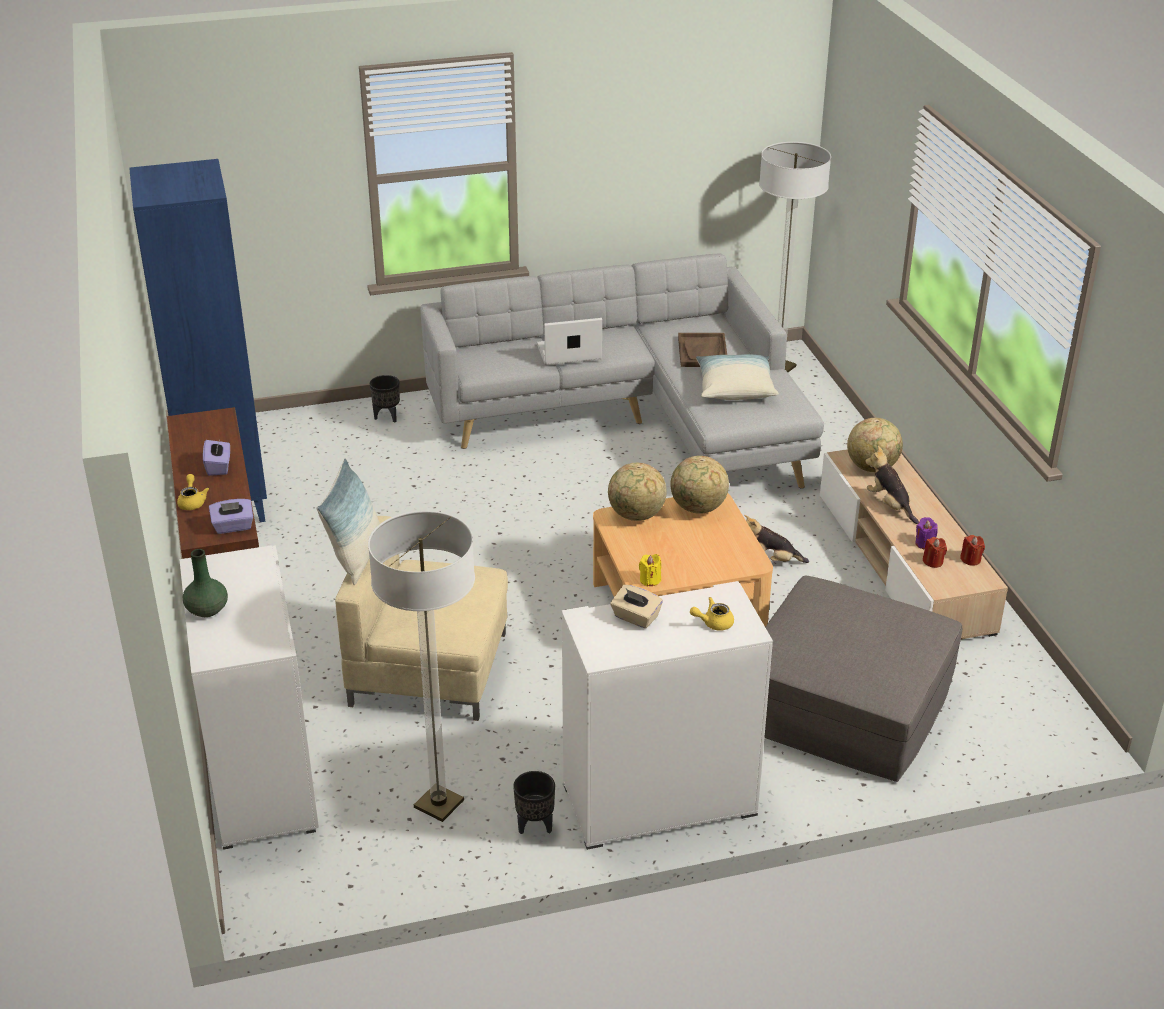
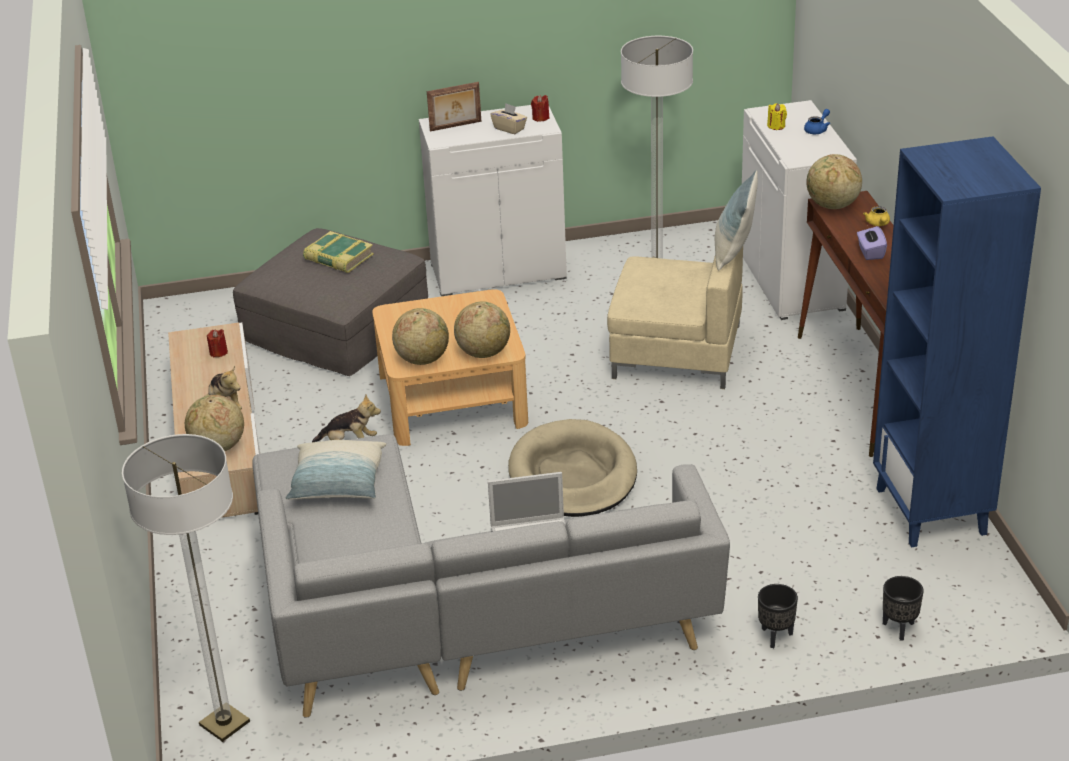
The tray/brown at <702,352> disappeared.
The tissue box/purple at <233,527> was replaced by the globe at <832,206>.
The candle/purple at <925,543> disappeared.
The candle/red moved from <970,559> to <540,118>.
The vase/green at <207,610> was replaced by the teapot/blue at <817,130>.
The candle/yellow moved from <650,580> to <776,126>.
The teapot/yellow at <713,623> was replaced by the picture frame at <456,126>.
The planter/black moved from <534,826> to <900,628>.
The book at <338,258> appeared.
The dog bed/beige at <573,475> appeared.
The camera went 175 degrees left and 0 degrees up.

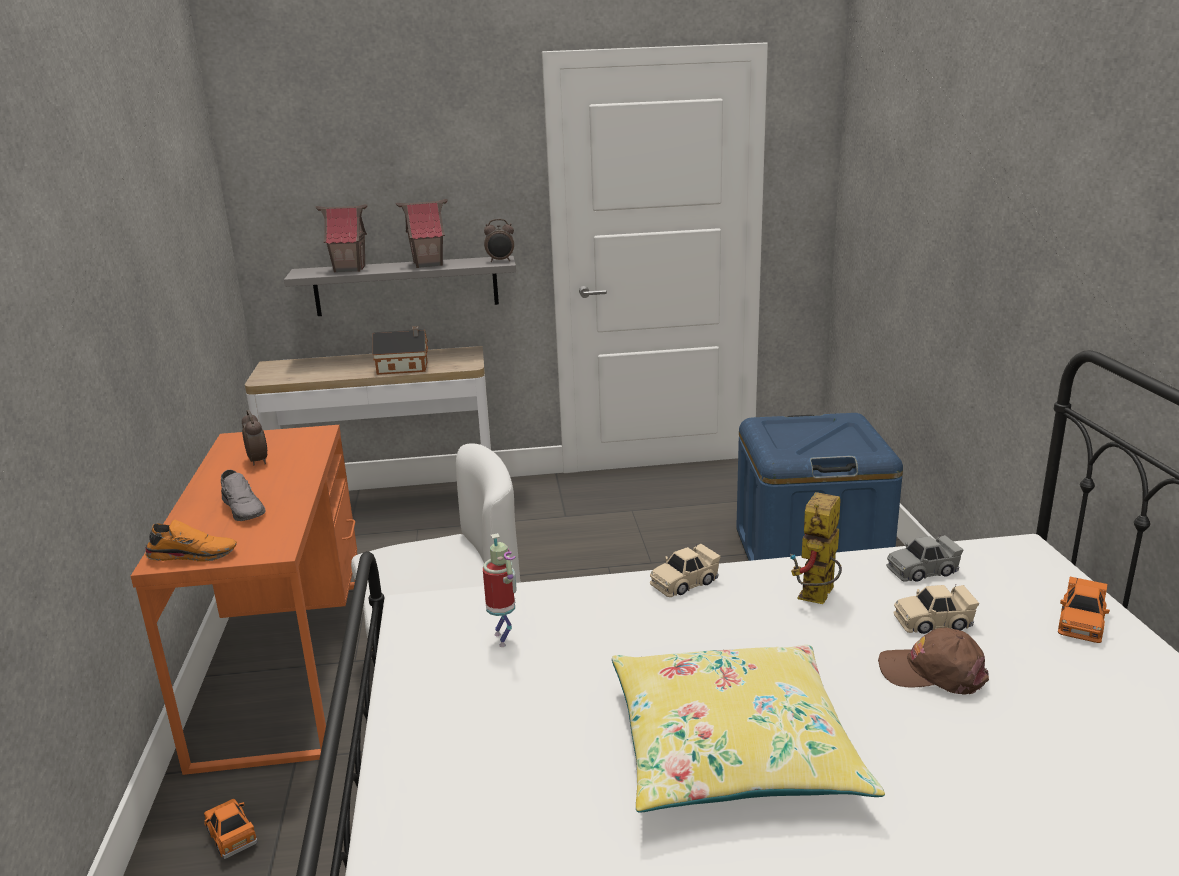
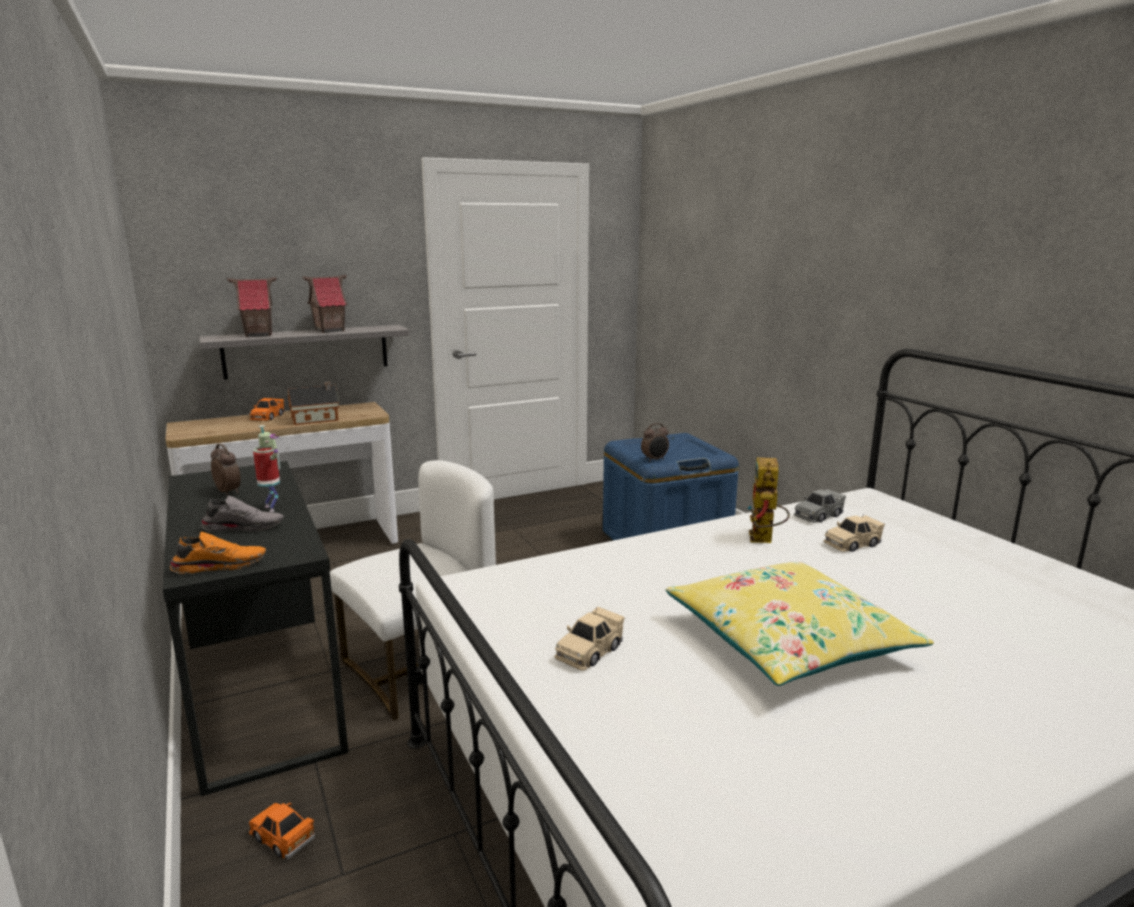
The alarm clock moved from <500,261> to <655,460>.
The desk/orange at <286,665> became the desk/black at <263,685>.
The shoe/grey at <244,509> turned 45 degrees counterclockwise.
The toy robot moved from <504,639> to <272,508>.
The toy car/beige moved from <684,582> to <589,651>.
The toy car/orange moved from <1081,623> to <268,417>.
The cap/brown at <932,672> disappeared.
The camera went 20 degrees left and 5 degrees down.

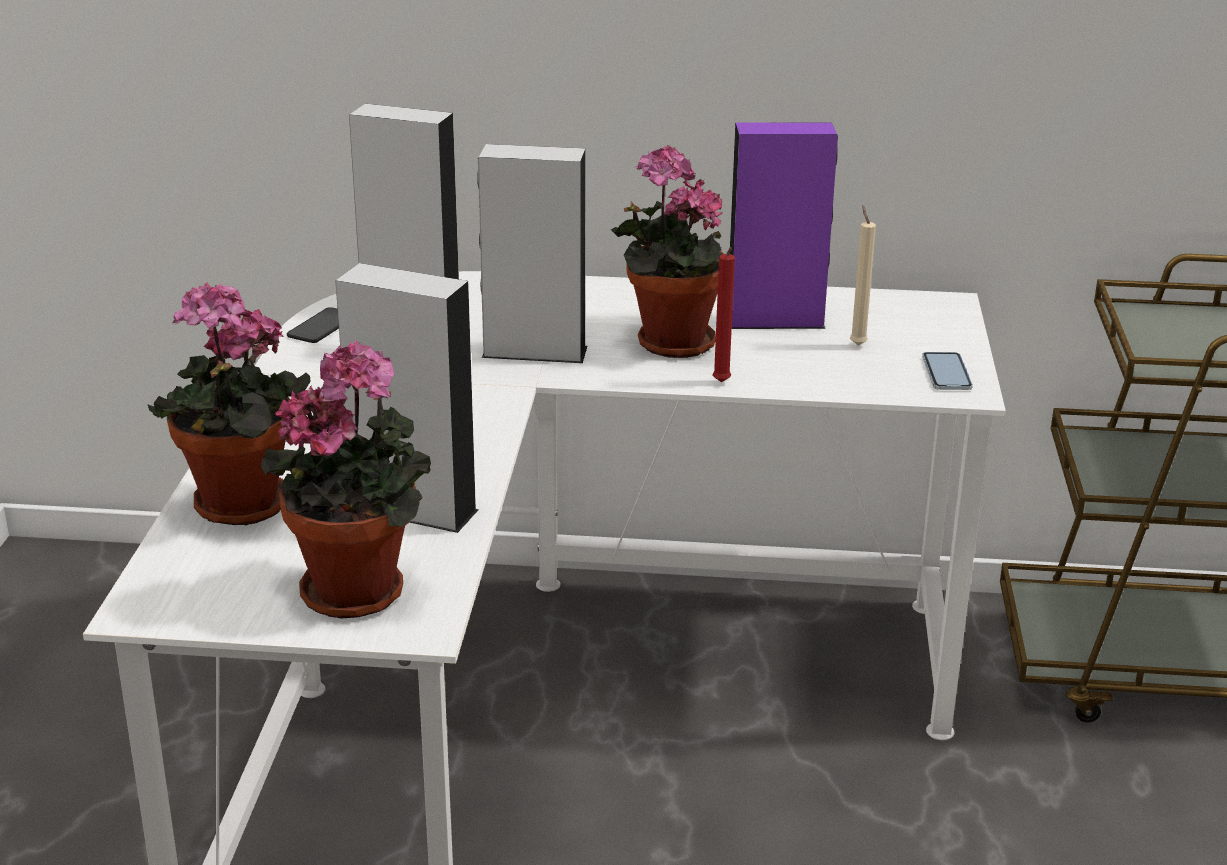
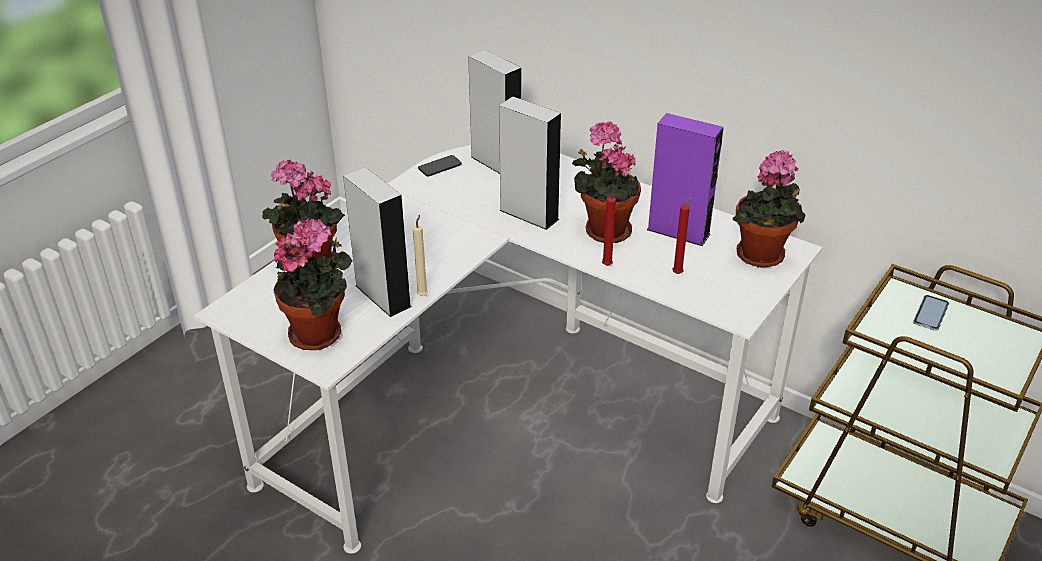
The candle/beige moved from <857,344> to <423,294>.
The phone moved from <946,373> to <930,314>.
The potted plant at <762,258> appeared.
The candle/red at <679,273> appeared.
The camera went 30 degrees right and 10 degrees up.

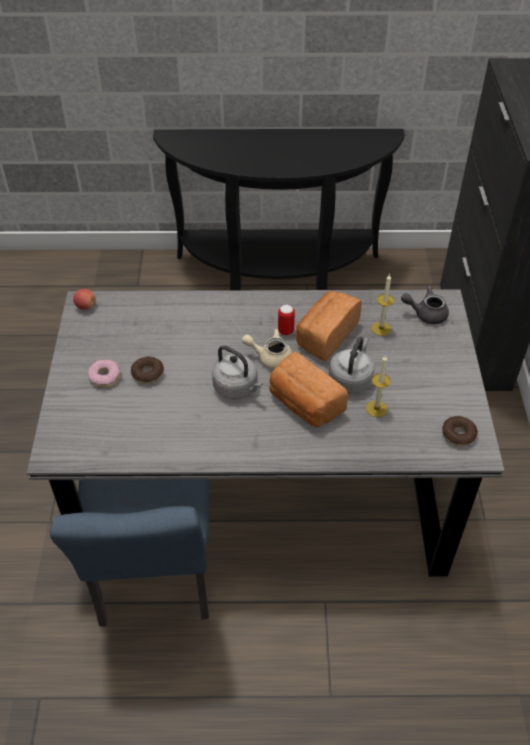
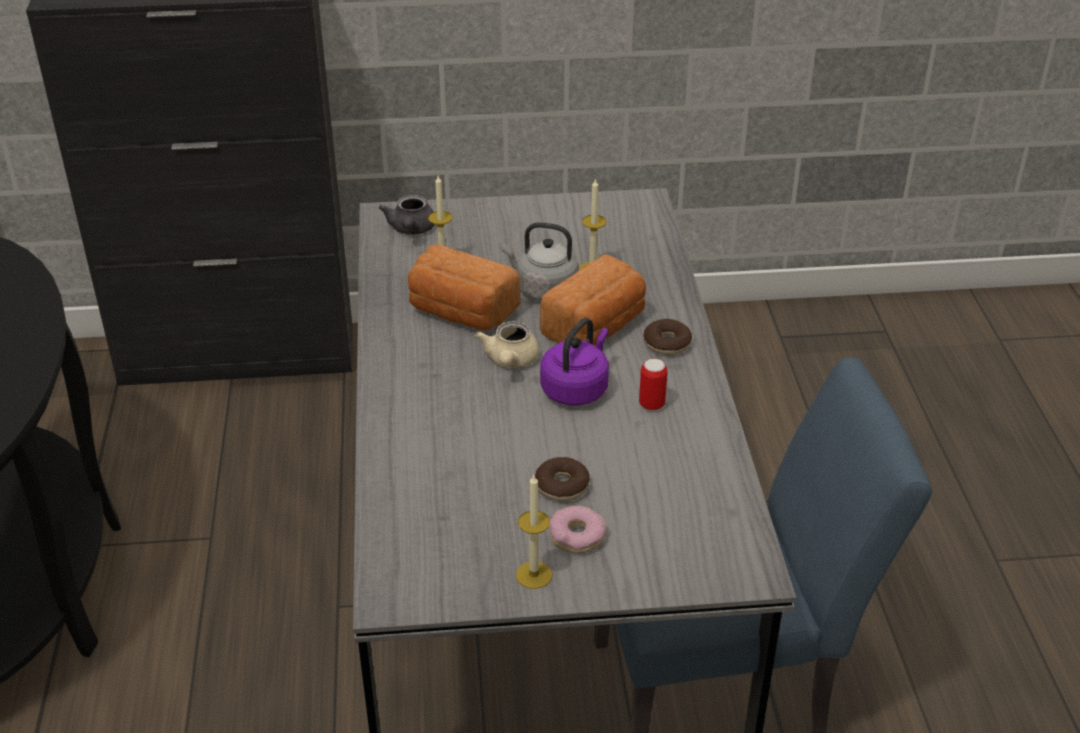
The apple at <85,306> disappeared.
The can moved from <286,331> to <651,404>.
The kettle/grey at <237,388> became the kettle/purple at <576,389>.
The donut moved from <458,435> to <667,343>.
The candle at <534,575> appeared.
The camera went 95 degrees left and 10 degrees down.

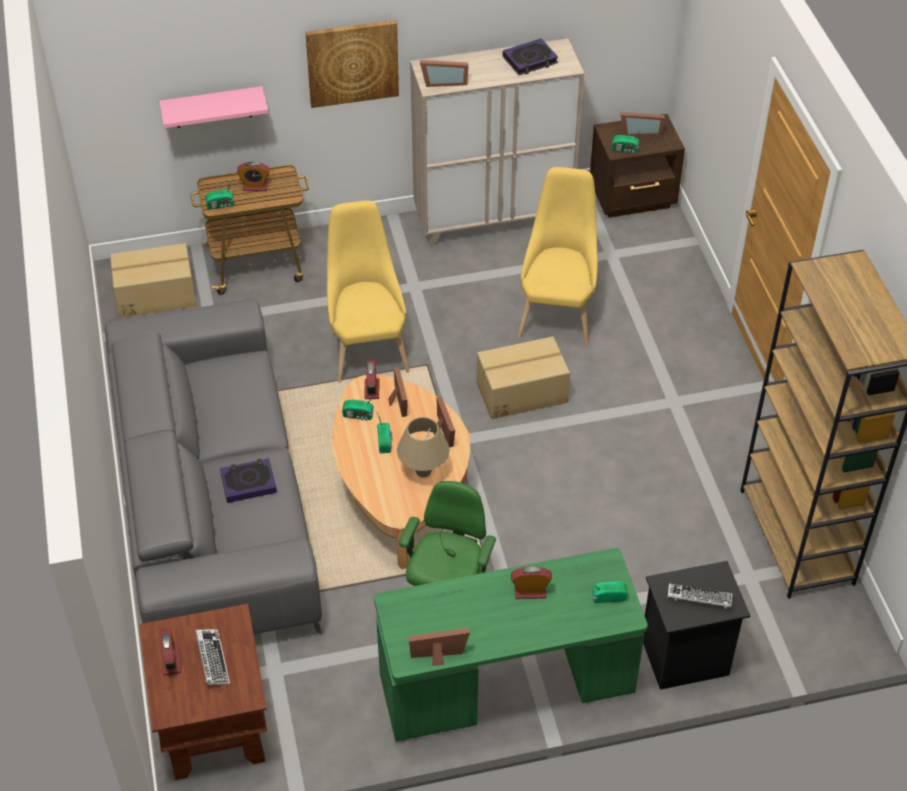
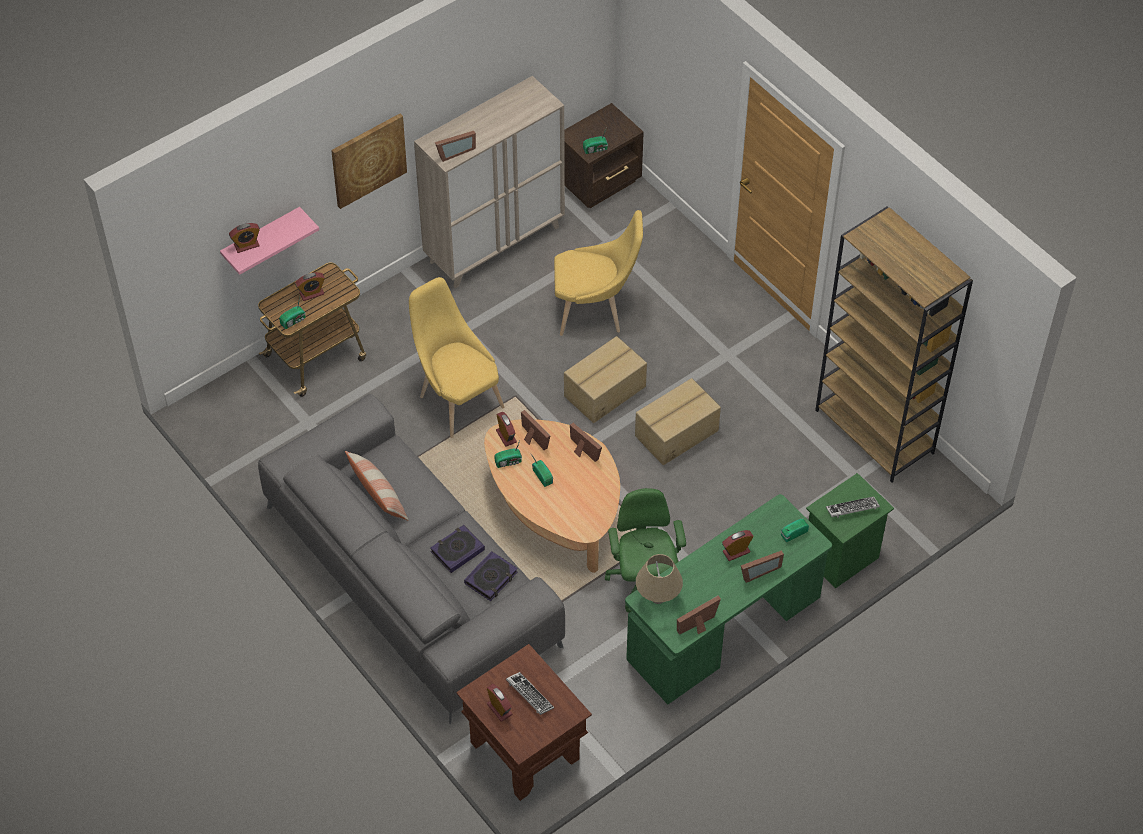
The book moved from <530,60> to <491,578>.
The picture frame moved from <639,132> to <758,570>.
The chair/yellow at <557,313> turned 105 degrees clockwise.
The cardboard box moved from <155,294> to <675,433>.
The table lamp/beige moved from <423,471> to <658,598>.
The nightstand/black at <685,659> became the nightstand/green at <842,558>.
The alarm clock at <246,245> appeared.
The pillow at <378,495> appeared.
The camera went 25 degrees left and 5 degrees up.

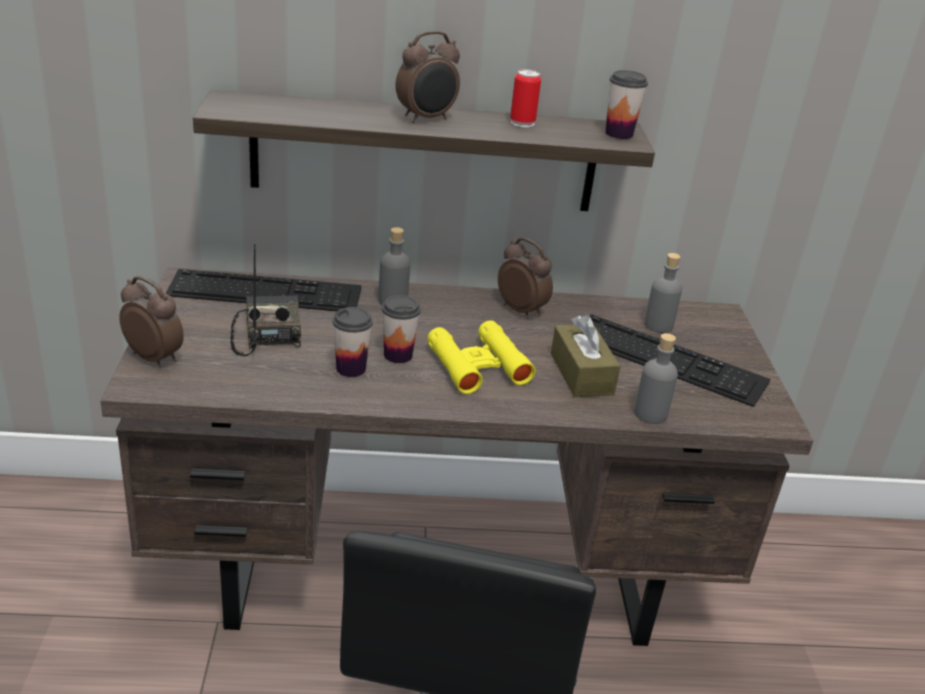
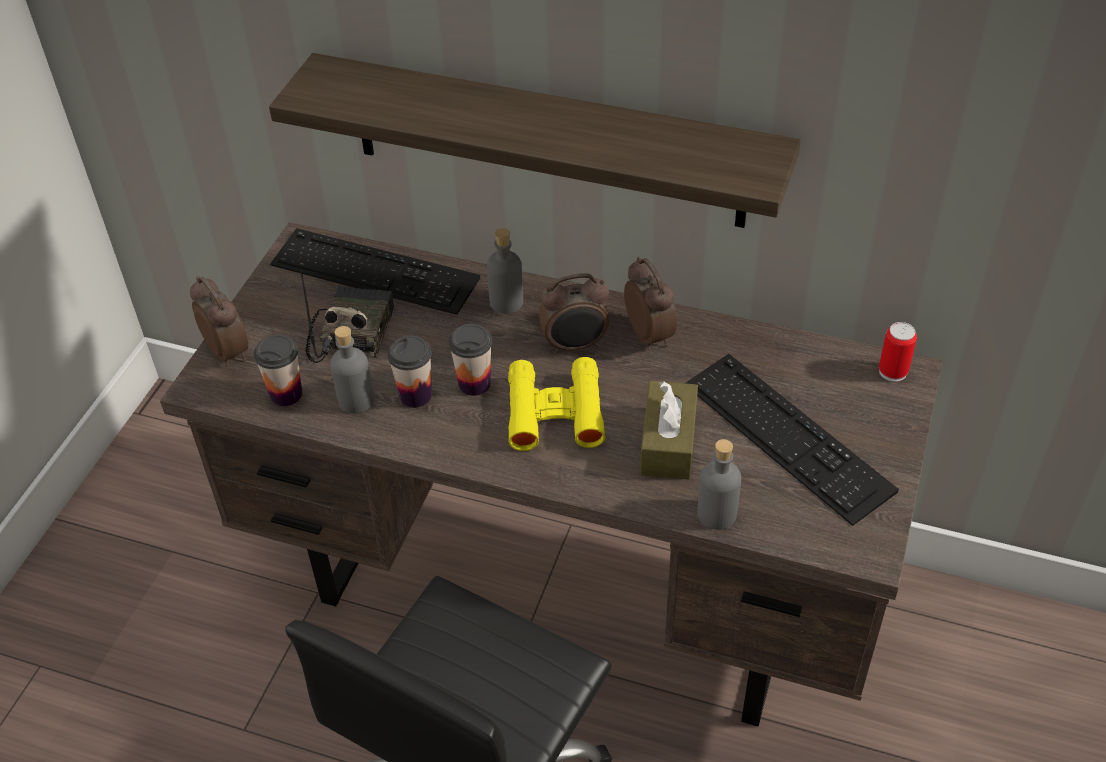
The alarm clock moved from <426,119> to <575,346>.
The can moved from <522,123> to <892,371>.
The cup moved from <619,134> to <286,394>.
The bottle/grey moved from <658,325> to <356,400>.
The camera went 25 degrees right and 15 degrees up.

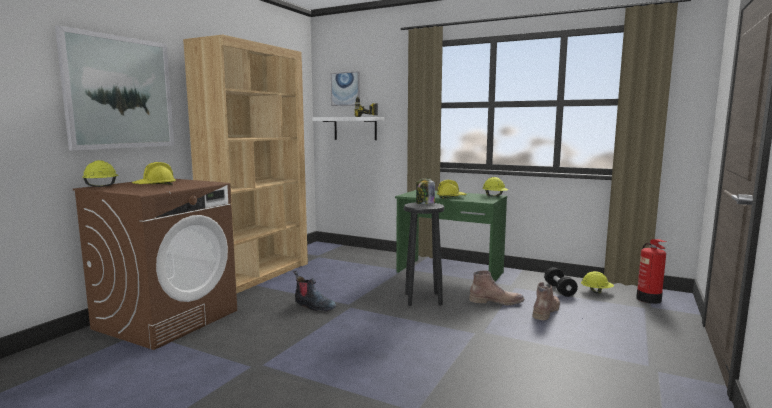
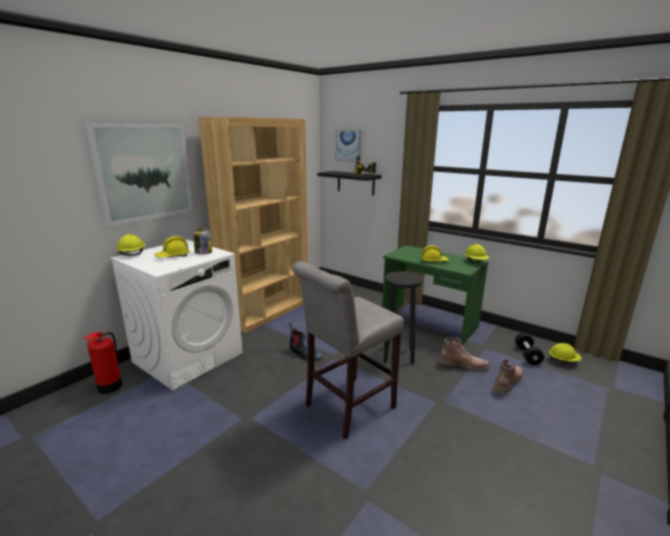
The shelf/white at <355,128> became the shelf/black at <355,183>.
The washing machine/brown at <167,319> became the washing machine/white at <188,357>.
The jar moved from <425,204> to <203,252>.
The fire extinguisher moved from <649,299> to <109,387>.
The stool/grey at <346,408> appeared.
The camera went 10 degrees right and 10 degrees up.

